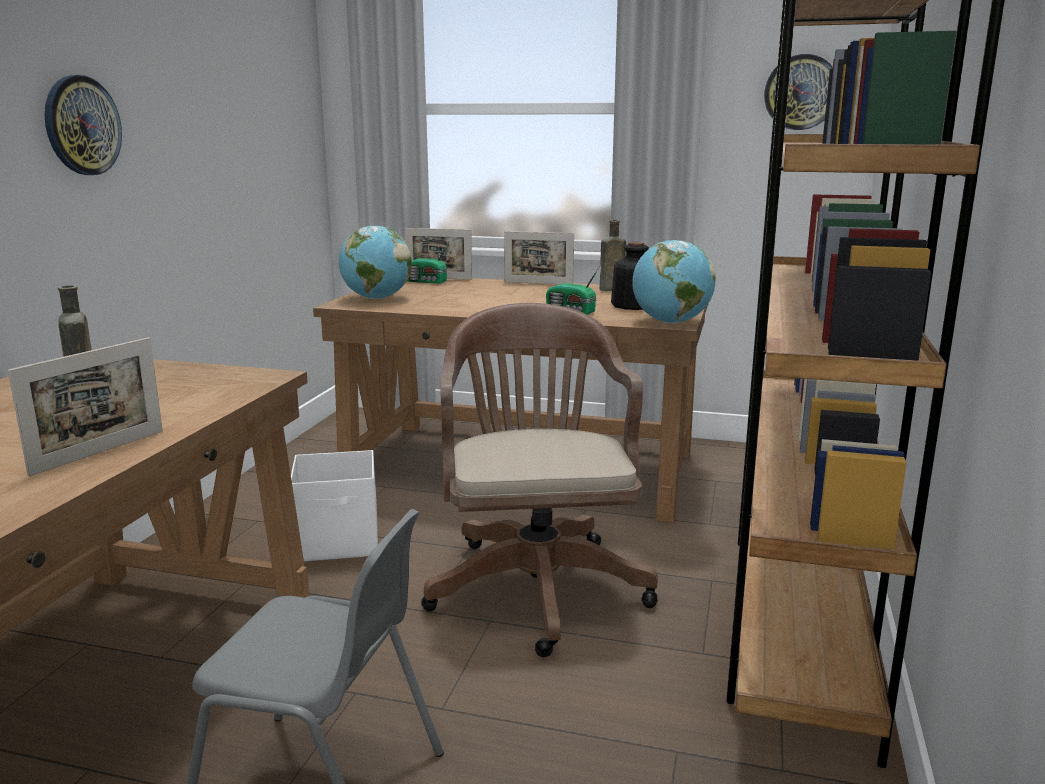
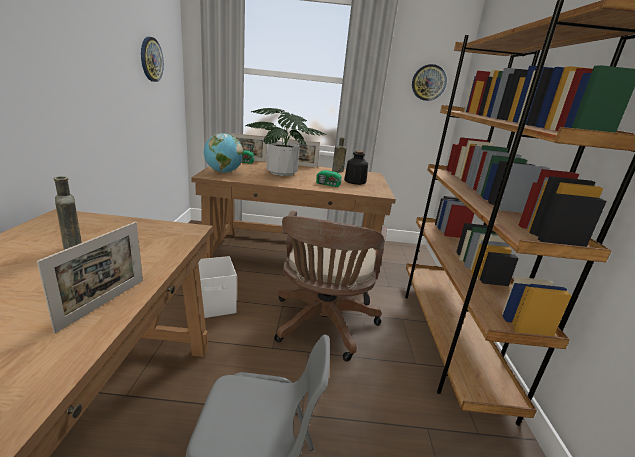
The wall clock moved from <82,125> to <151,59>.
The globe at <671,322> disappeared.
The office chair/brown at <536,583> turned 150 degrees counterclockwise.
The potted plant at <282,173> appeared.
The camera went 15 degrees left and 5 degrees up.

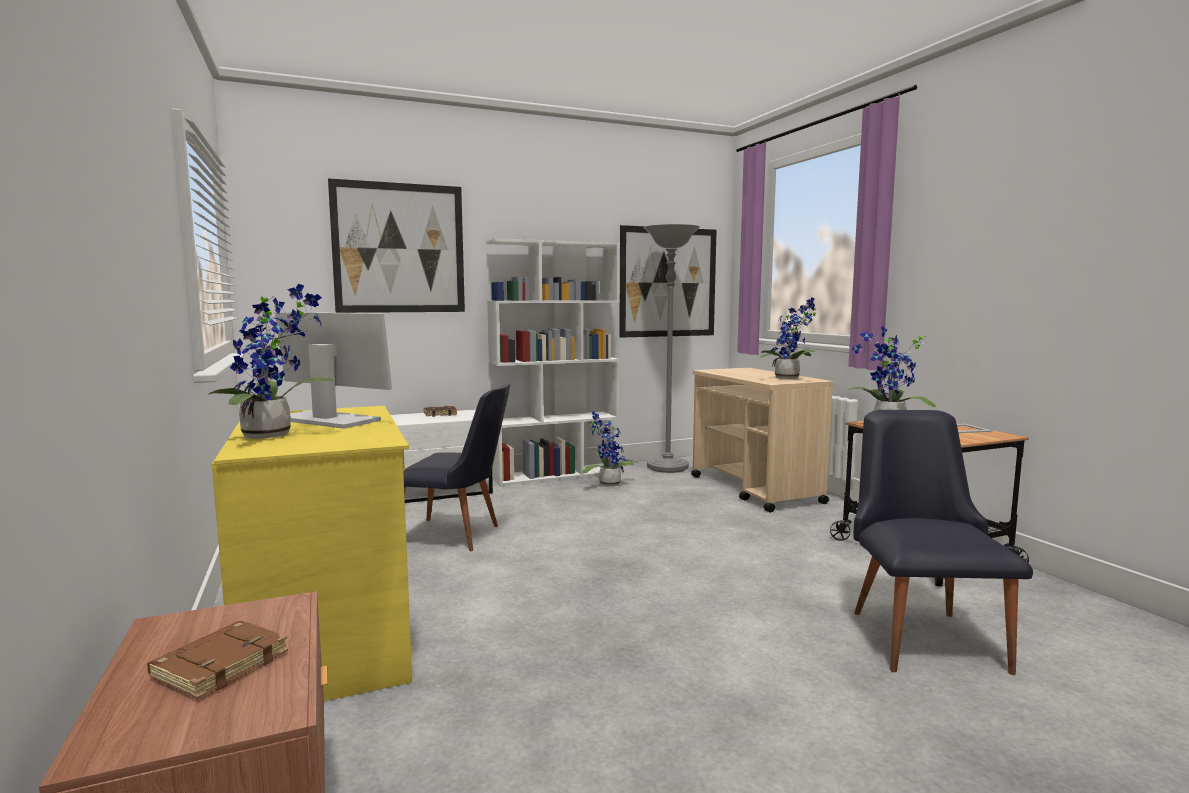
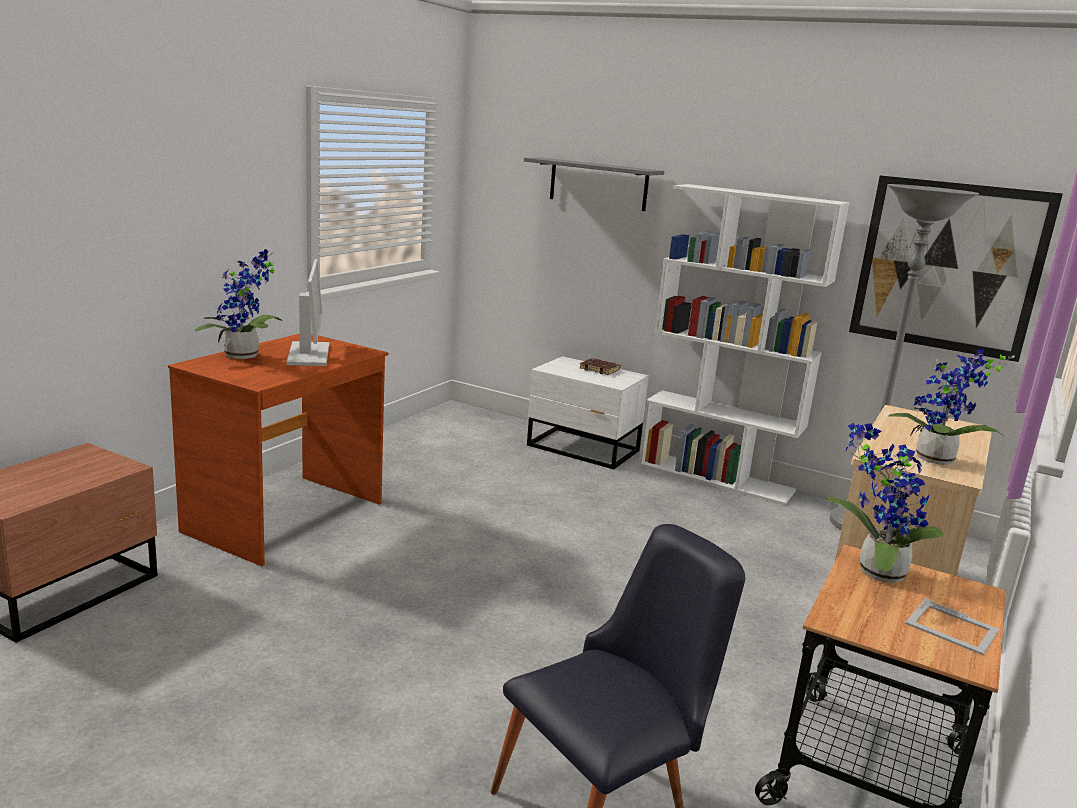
The picture at <399,248> was replaced by the shelf/grey at <598,184>.
The chair/black at <457,536> disappeared.
The desk/yellow at <329,639> became the desk/brown at <286,518>.
The potted plant at <607,484> disappeared.
The book/brown at <220,664> disappeared.
The camera went 50 degrees right and 10 degrees up.

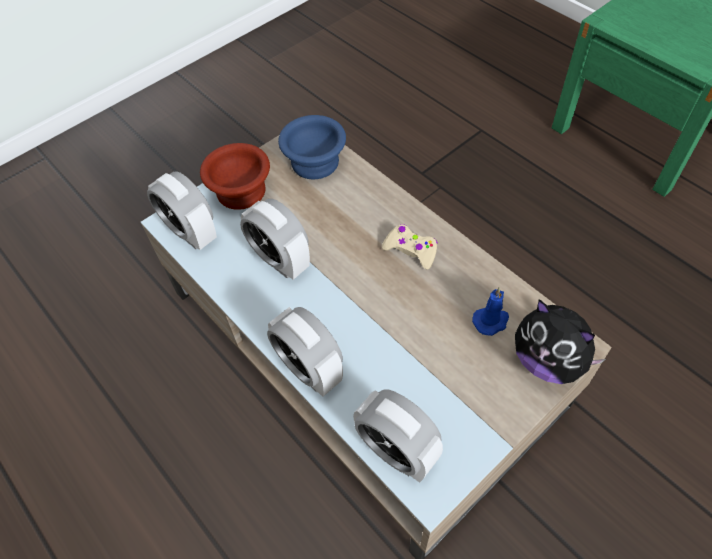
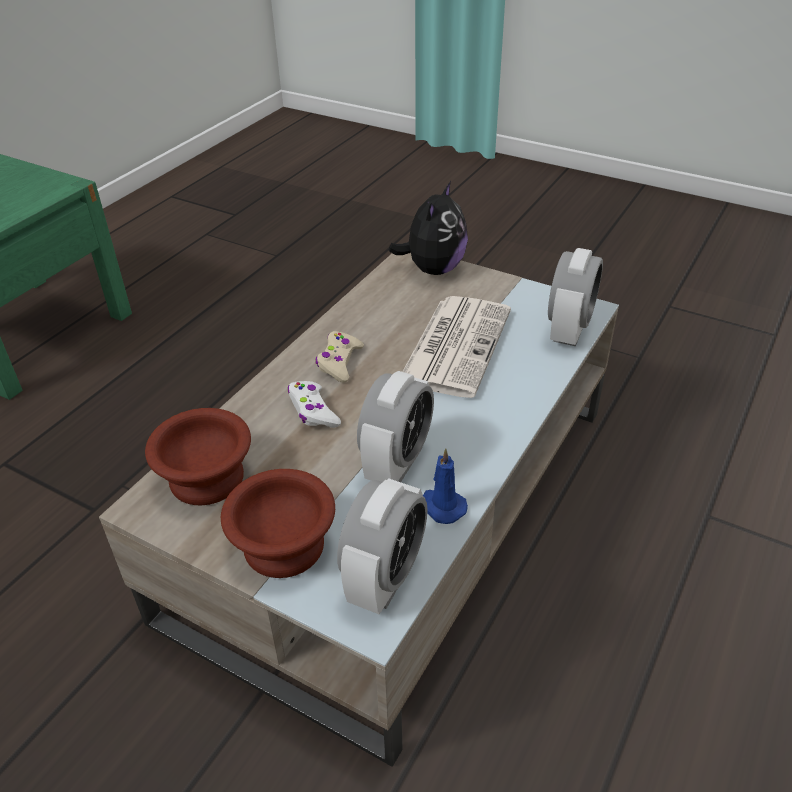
The bowl/blue at <316,164> became the bowl/brown at <209,477>.
The candle/blue moved from <491,321> to <442,506>.
The alarm clock at <310,369> disappeared.
The newspaper at <455,345> appeared.
The game controller/white at <313,411> appeared.
The camera went 110 degrees left and 15 degrees down.

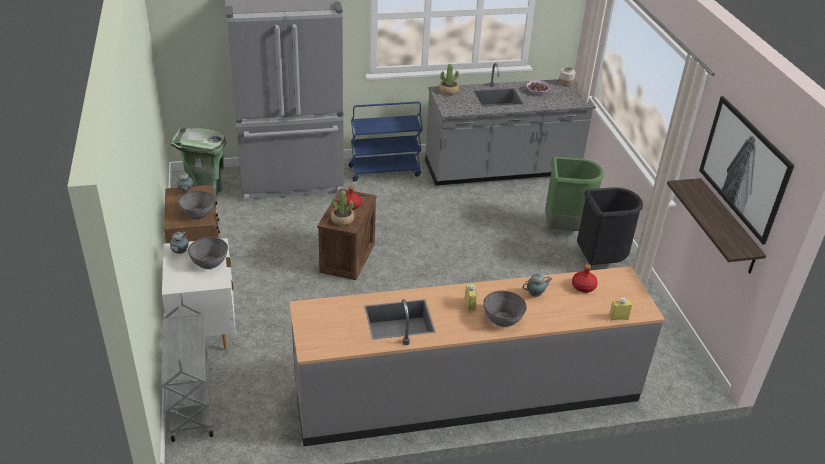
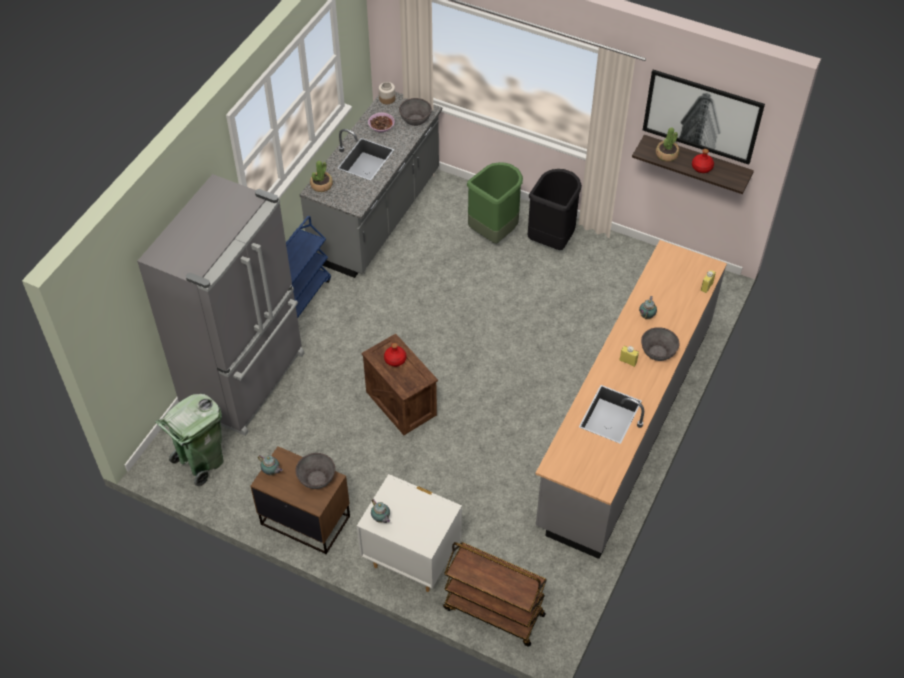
The potted plant moved from <342,220> to <666,155>.
The bowl/grey moved from <209,262> to <415,120>.
The bottle/red moved from <583,286> to <701,167>.
The cart/grey at <191,402> became the cart/brown at <493,612>.
The camera went 50 degrees left and 15 degrees up.

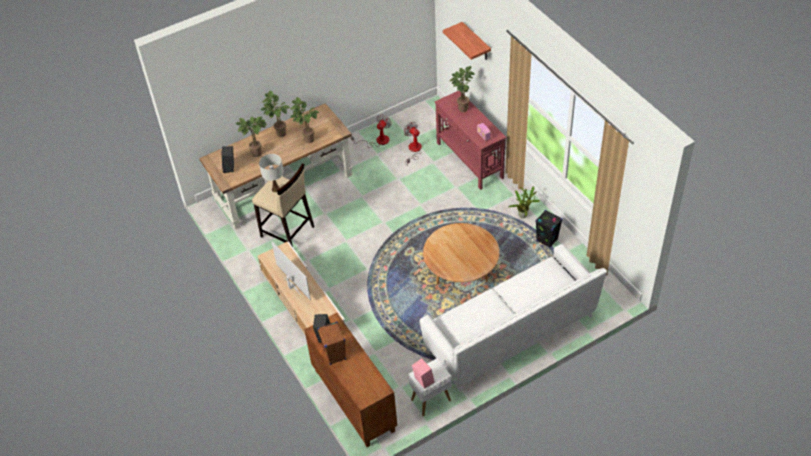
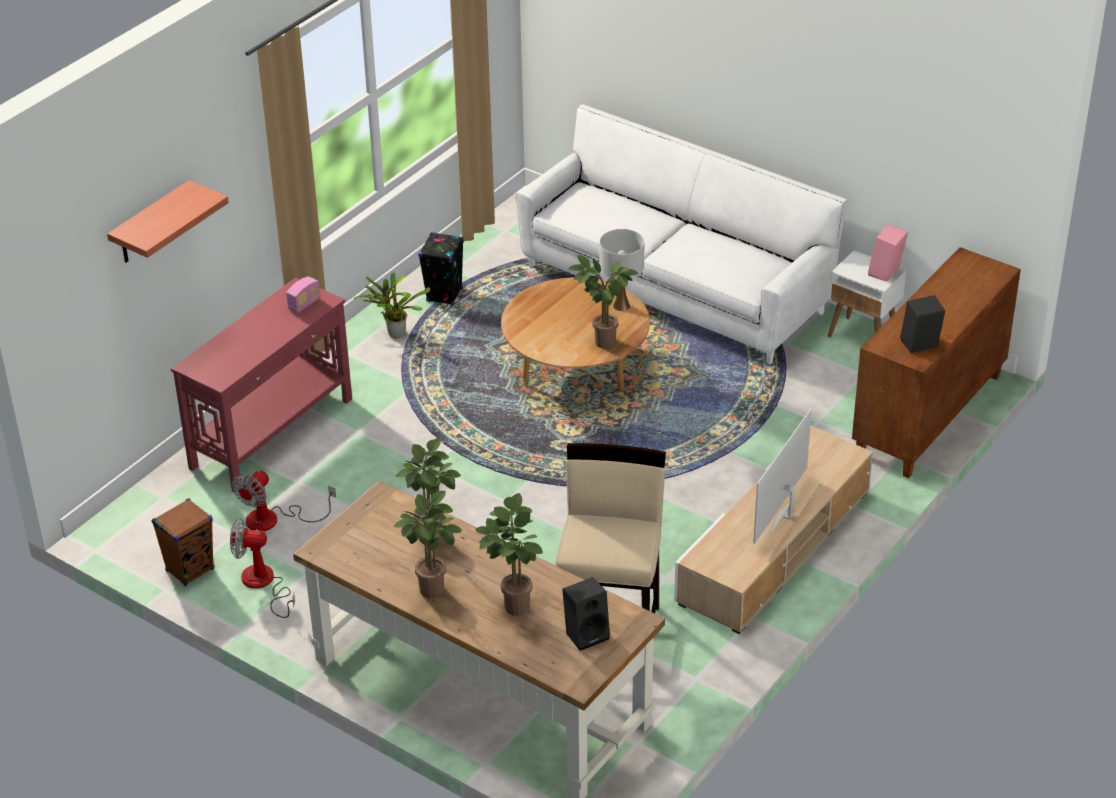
The potted plant moved from <462,107> to <602,344>.
The table lamp/white moved from <276,189> to <621,306>.
The speaker/brown moved from <335,355> to <190,570>.
The camera went 115 degrees left and 10 degrees down.

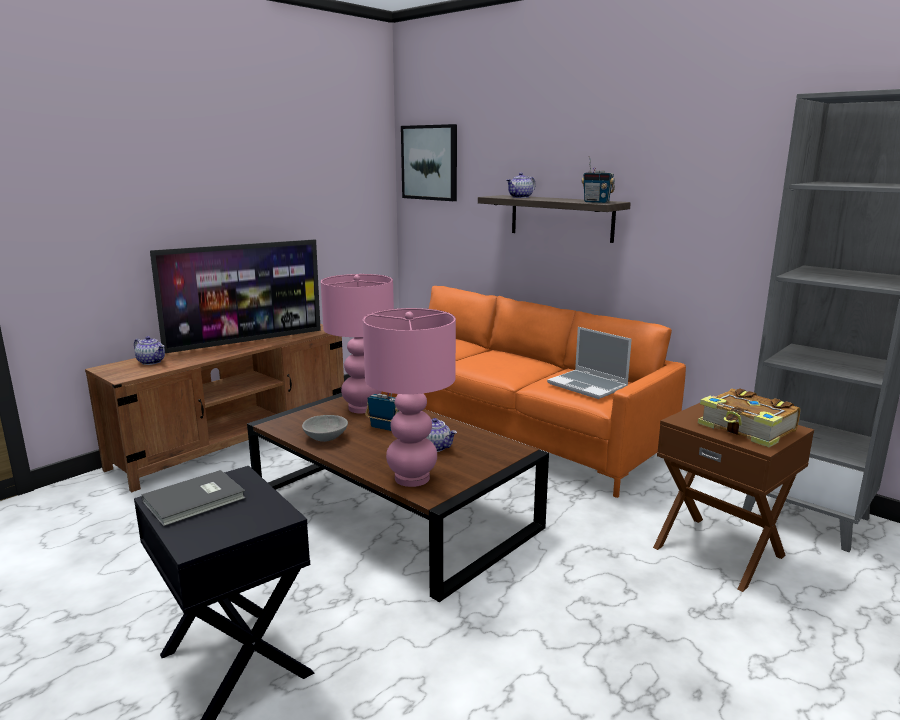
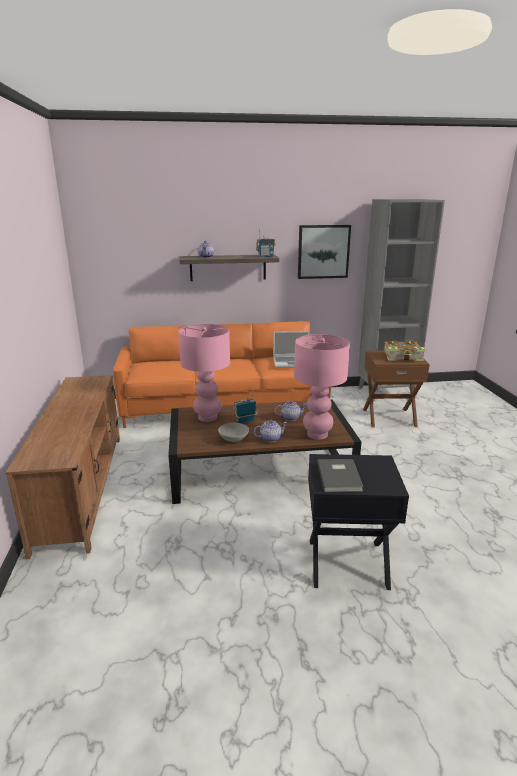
The picture moved from <430,162> to <323,251>.
The television at <246,341> disappeared.
The teapot moved from <152,362> to <270,438>.
The camera went 50 degrees left and 5 degrees up.

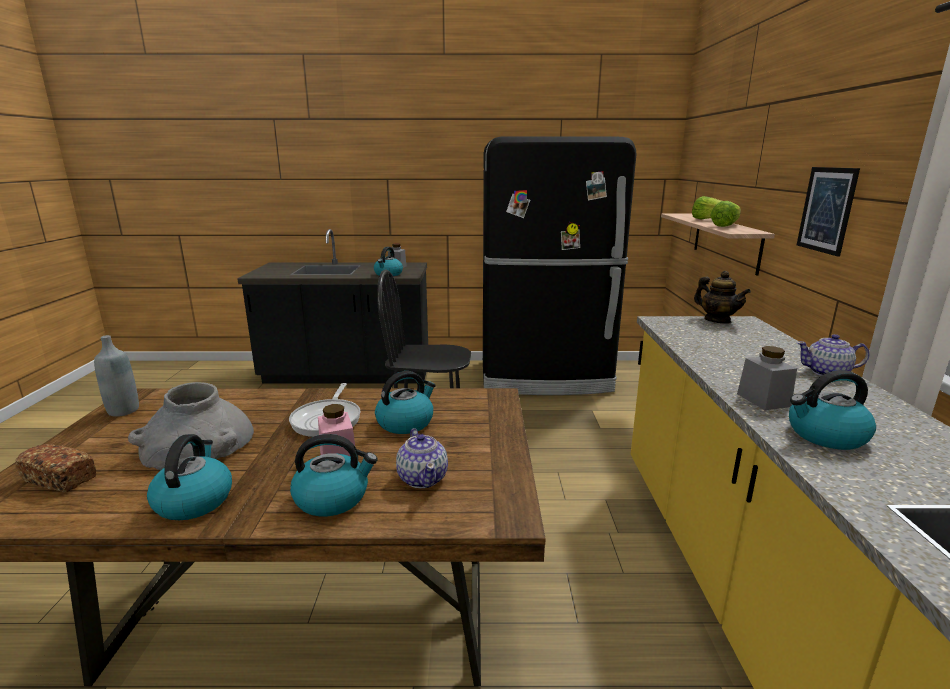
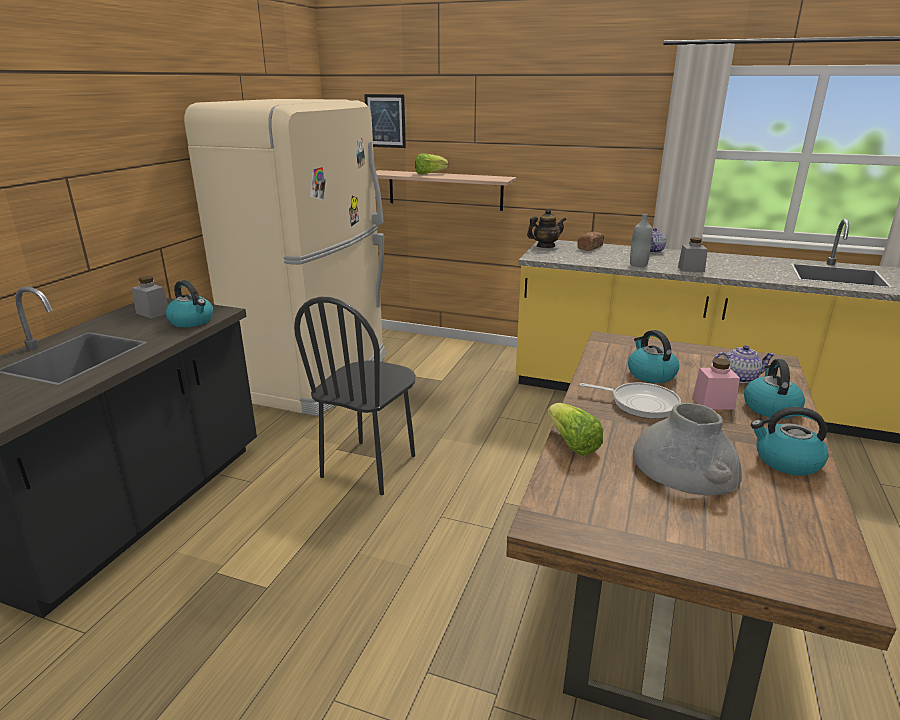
The fridge/black at <545,377> became the fridge/beige at <316,377>.
The picture moved from <826,210> to <385,121>.
The lettuce moved from <725,225> to <572,443>.
The bottle/grey moved from <123,411> to <638,264>.
The kettle at <825,435> disappeared.
The bread moved from <60,479> to <590,247>.
The camera went 70 degrees left and 5 degrees up.

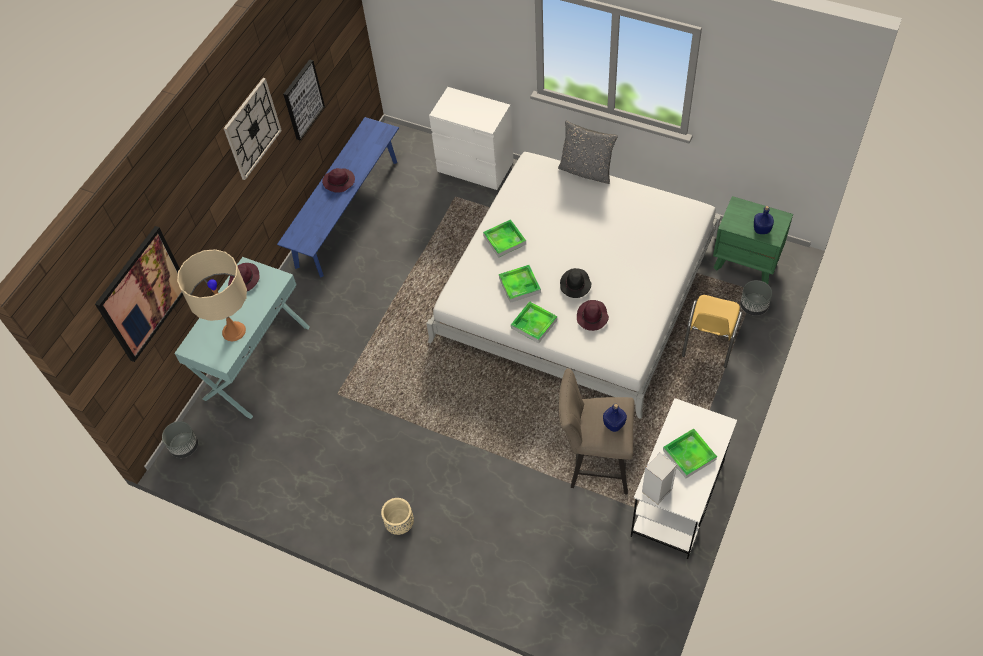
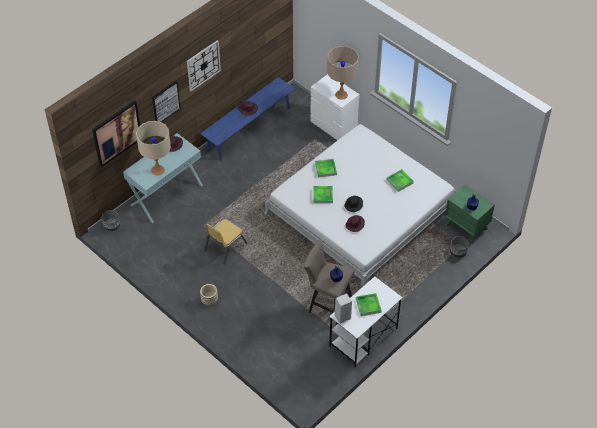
The picture moved from <302,99> to <165,102>.
The pillow/grey at <586,171> disappeared.
The chair/yellow moved from <709,339> to <225,247>.
The tray moved from <534,324> to <399,181>.
The table lamp/beige at <341,95> appeared.
The camera went 15 degrees right and 5 degrees down.

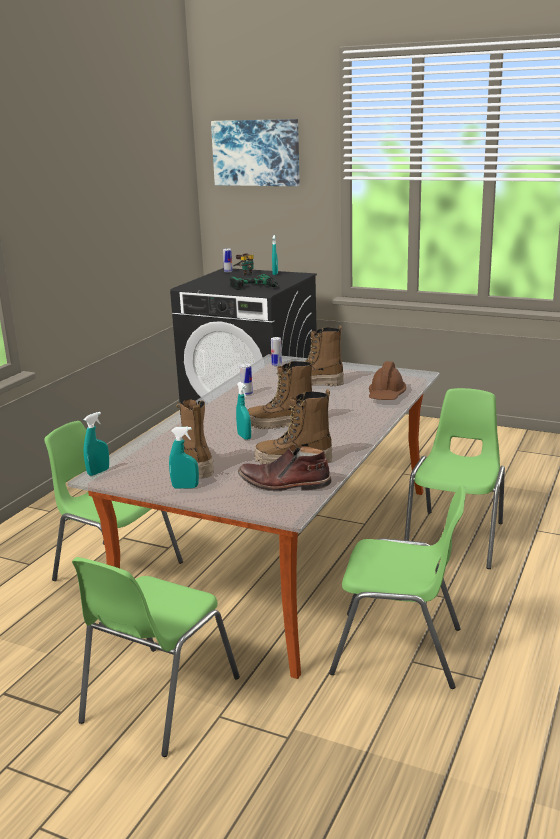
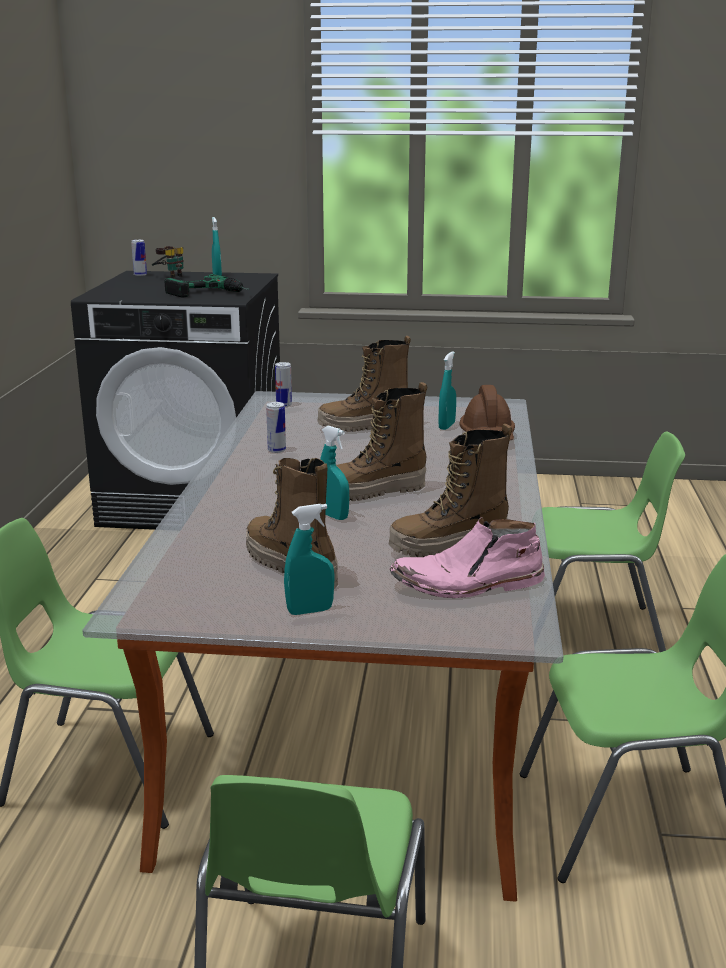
The picture at <256,152> disappeared.
The chair/green at <456,538> turned 90 degrees clockwise.
The spray bottle/turquoise moved from <98,472> to <446,426>.
The boot/brown at <284,484> became the boot/pink at <468,584>.
The camera went 20 degrees left and 0 degrees up.

